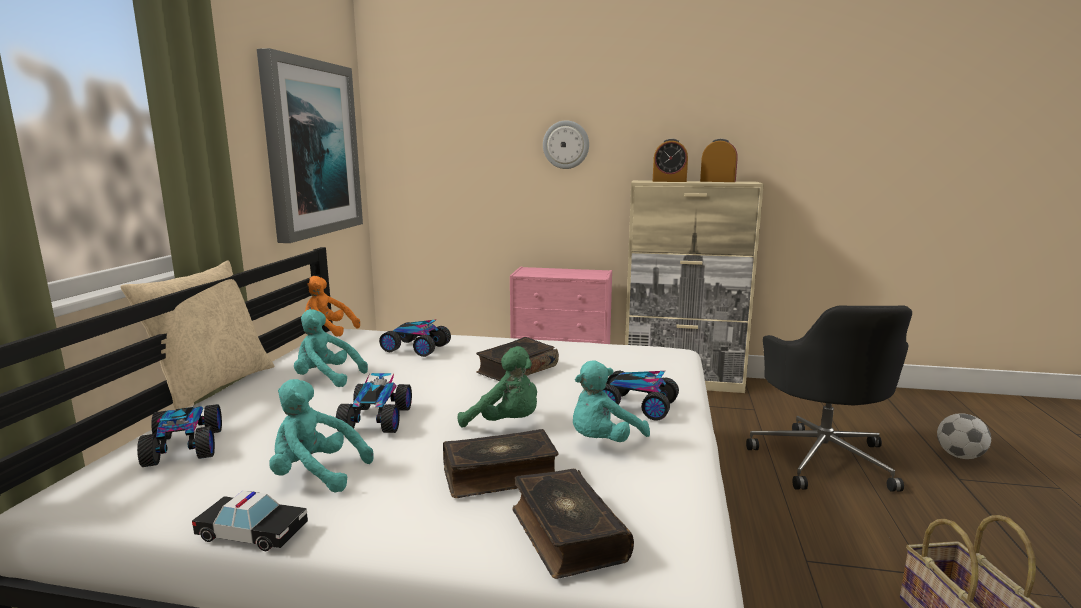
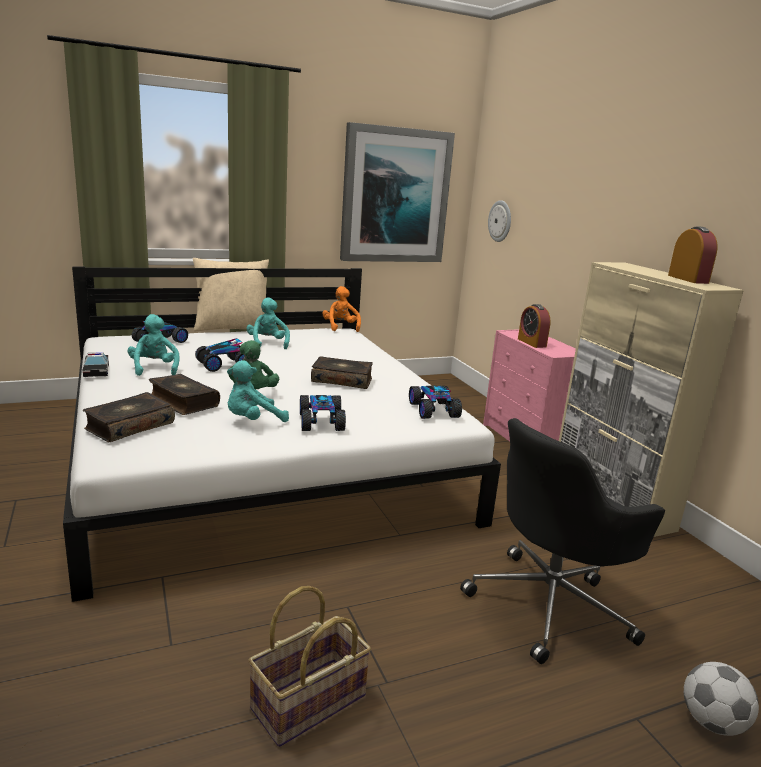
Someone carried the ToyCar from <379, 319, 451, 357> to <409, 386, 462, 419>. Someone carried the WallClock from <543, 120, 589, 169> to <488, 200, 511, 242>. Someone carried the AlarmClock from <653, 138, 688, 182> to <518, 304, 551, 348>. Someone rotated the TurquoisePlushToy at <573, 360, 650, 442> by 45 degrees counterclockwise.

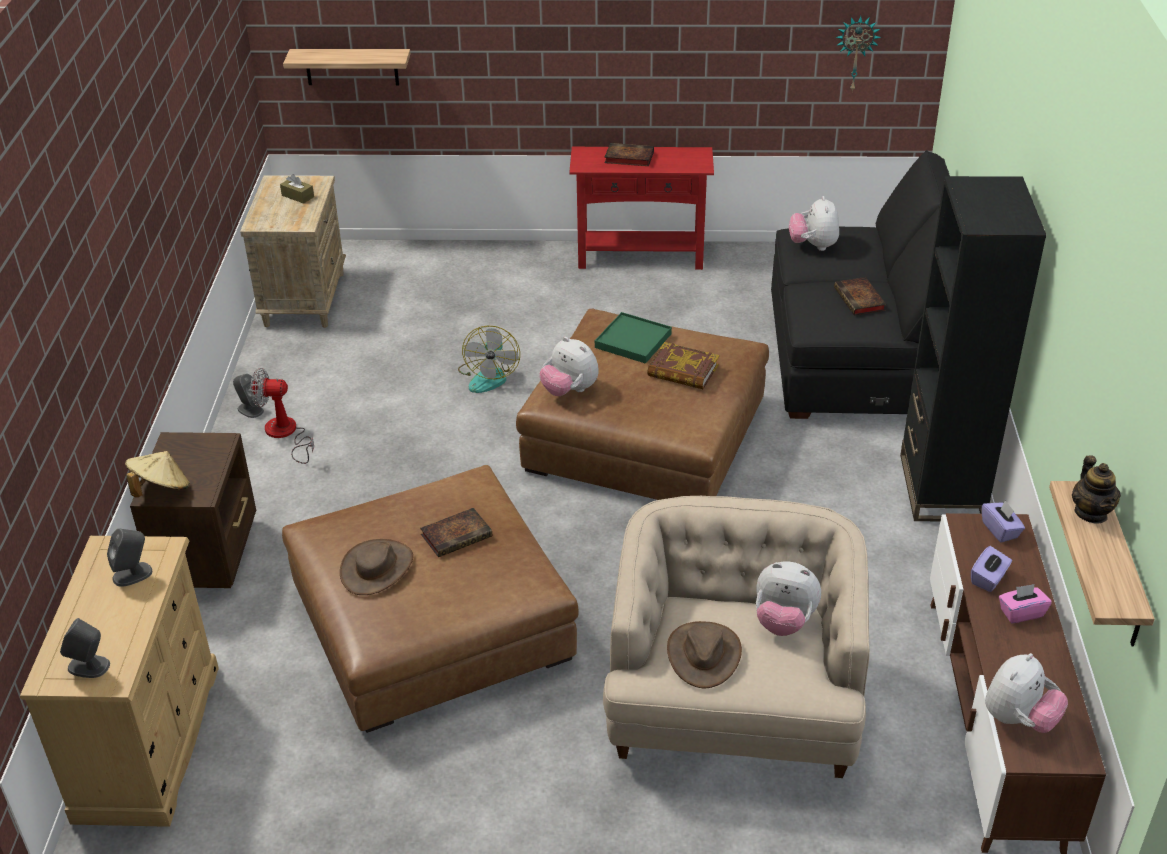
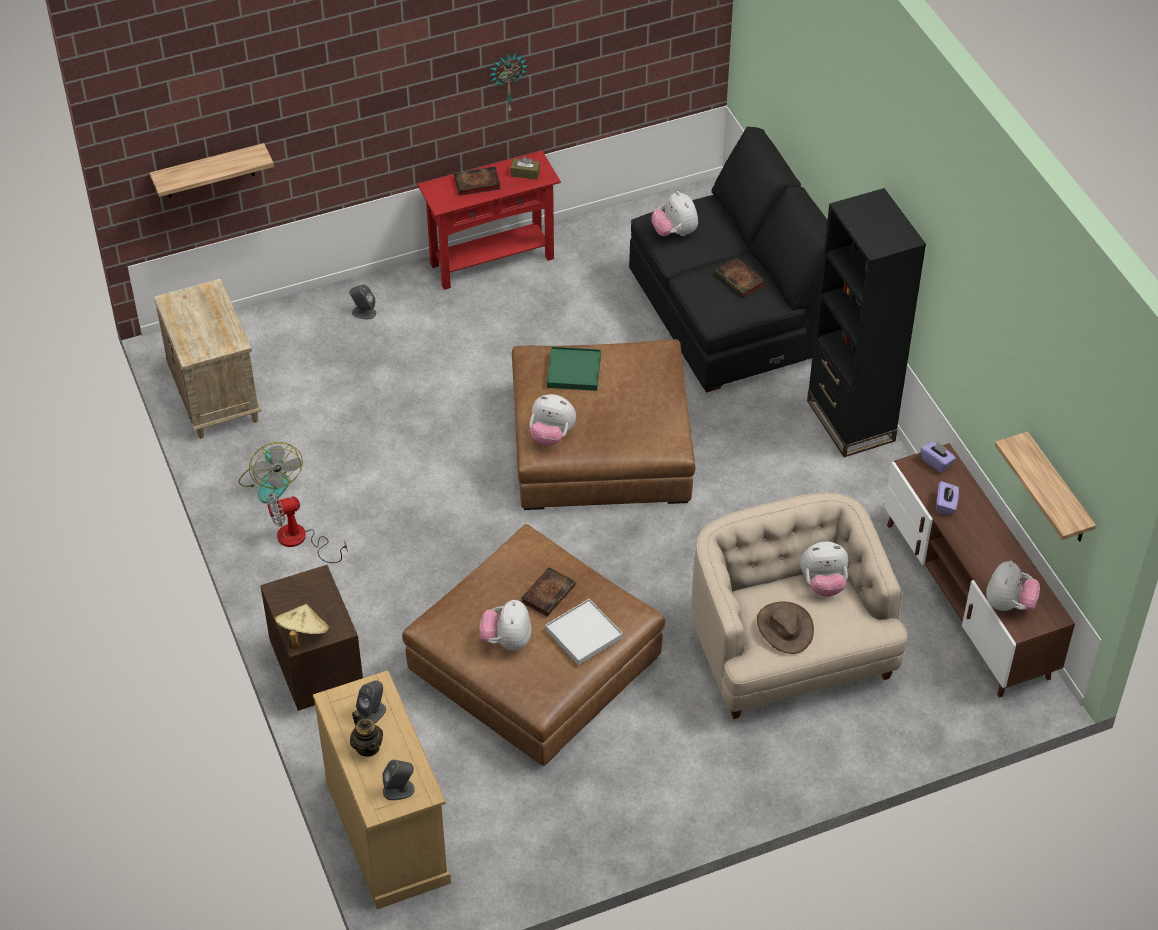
Someone took away the Book at <647, 342, 719, 389>. Someone took away the PinkTissueBox at <999, 584, 1052, 623>. Someone put down the WhiteTray at <545, 599, 623, 665>. Someone carried the GreySpeaker from <233, 374, 264, 418> to <350, 284, 376, 319>. Someone carried the BrownTissueBox from <280, 174, 314, 204> to <511, 156, 540, 180>. Someone carried the Fan from <458, 325, 520, 393> to <239, 442, 303, 503>. Someone carried the WallClock from <835, 16, 881, 92> to <489, 53, 528, 112>. Someone carried the Teapot from <1072, 455, 1121, 524> to <350, 711, 383, 757>. Someone swapped the BrownHat at <340, 539, 413, 595> for the PlushToy at <480, 600, 532, 650>.

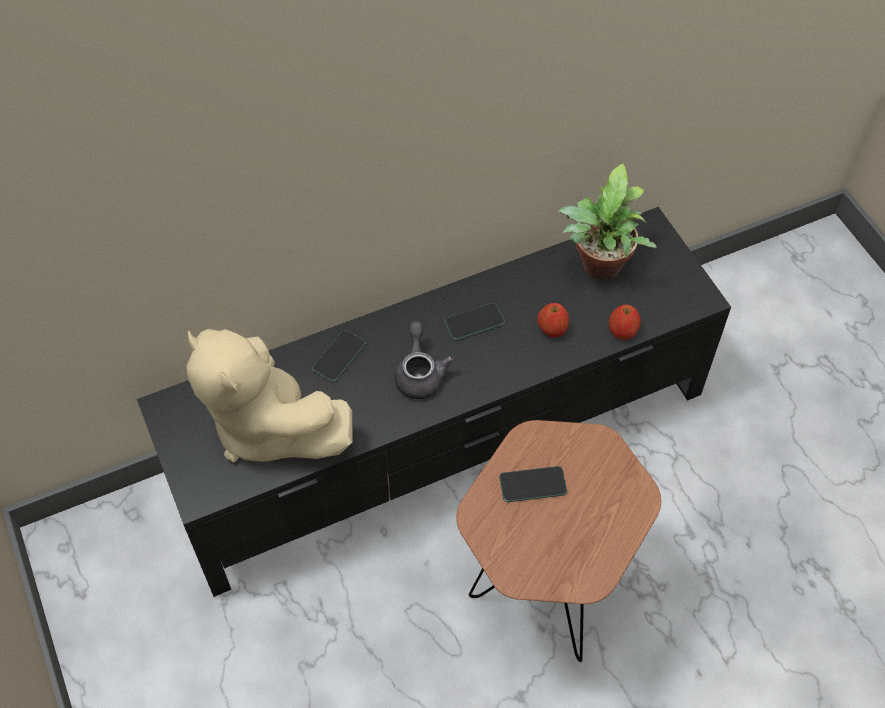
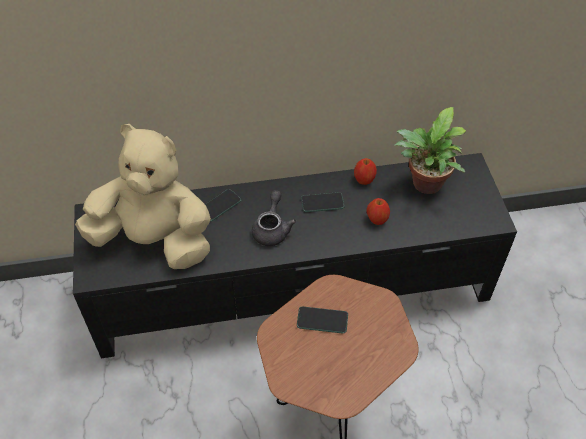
Someone carried the Apple from <609, 305, 641, 340> to <354, 158, 377, 185>. Someone rotated the BeigePlushToy at <186, 329, 352, 463> by 135 degrees clockwise.

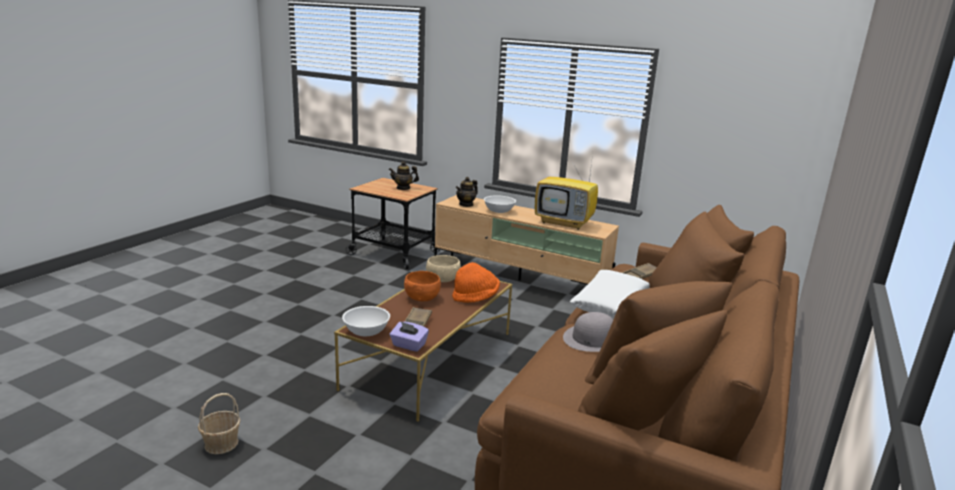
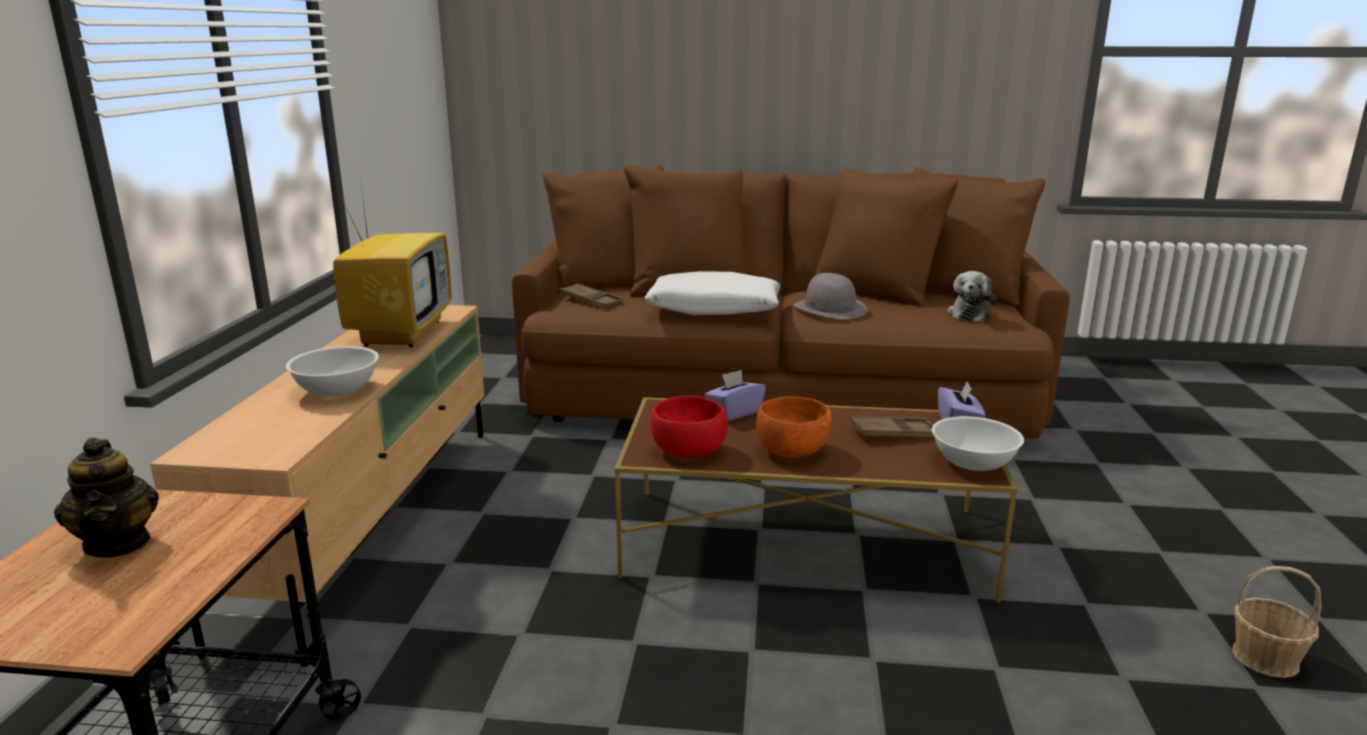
Someone took away the Teapot at <456, 177, 478, 207>. Someone put down the PlushToy at <947, 271, 998, 322>. Someone swapped the OrangeHat at <452, 262, 500, 303> for the PurpleTissueBox at <704, 370, 766, 421>. Someone repainted the BeigeBowl at <426, 255, 461, 282>, which became the RedBowl at <651, 396, 728, 457>.

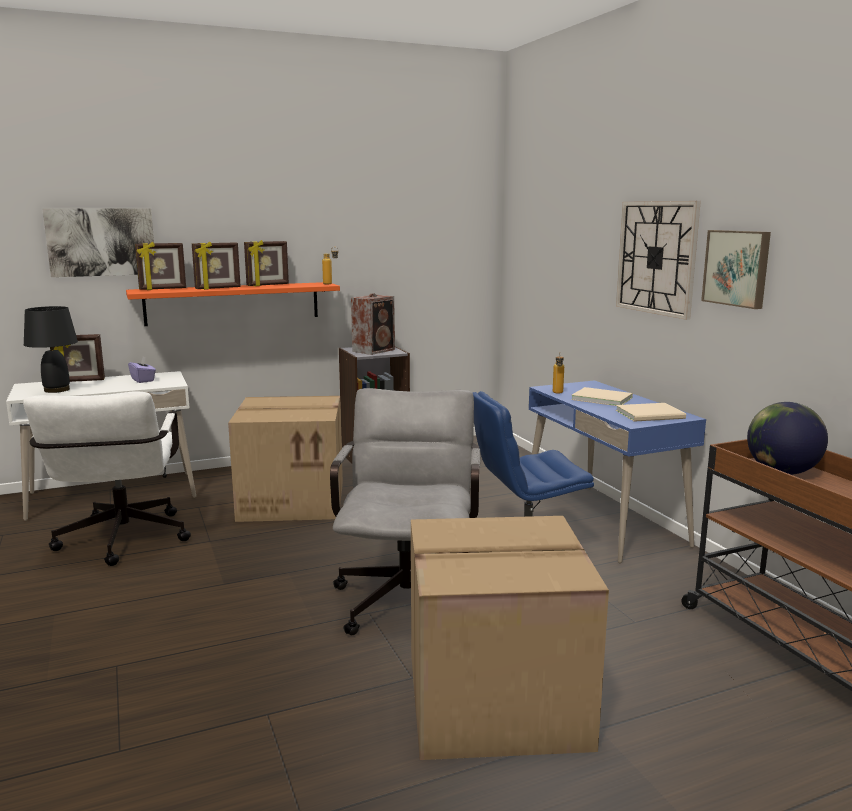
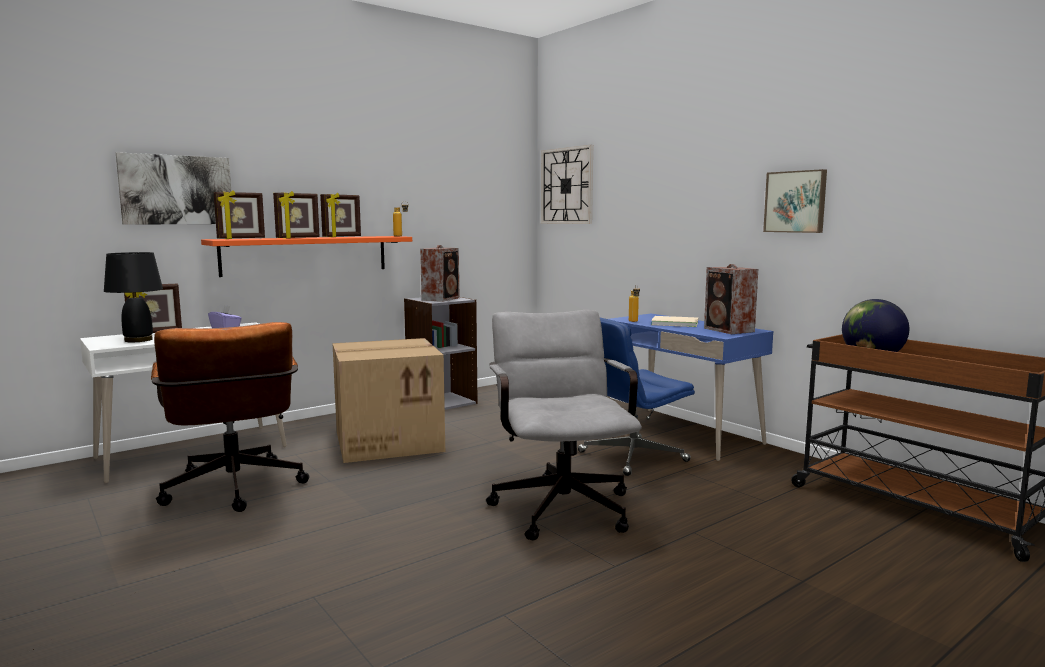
Someone took away the CardboardBox at <411, 516, 609, 760>. Someone carried the WallClock from <616, 201, 701, 320> to <541, 145, 593, 224>. Someone swapped the BeigeBook at <616, 403, 686, 422> for the Speaker at <704, 264, 758, 334>. Someone repainted the WhiteOfficeChair at <23, 391, 191, 566>, which became the BrownOfficeChair at <151, 322, 309, 512>.

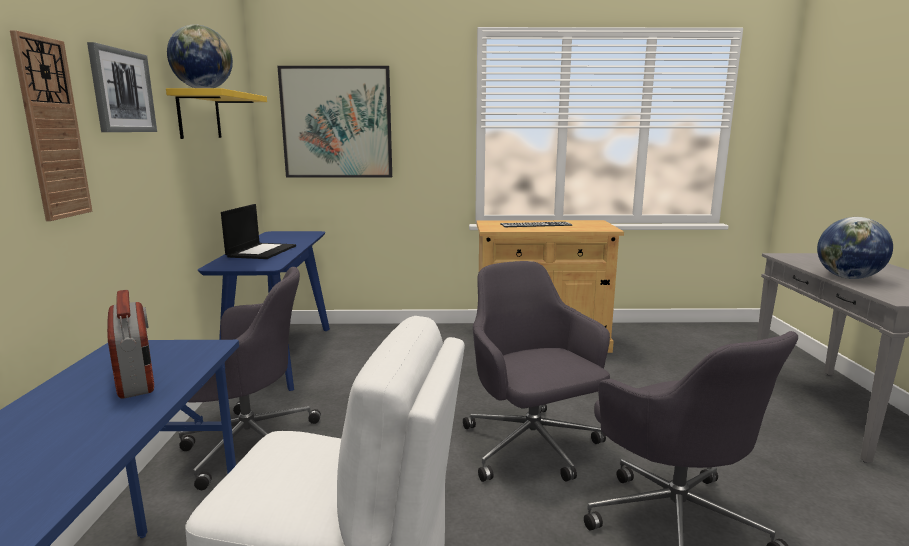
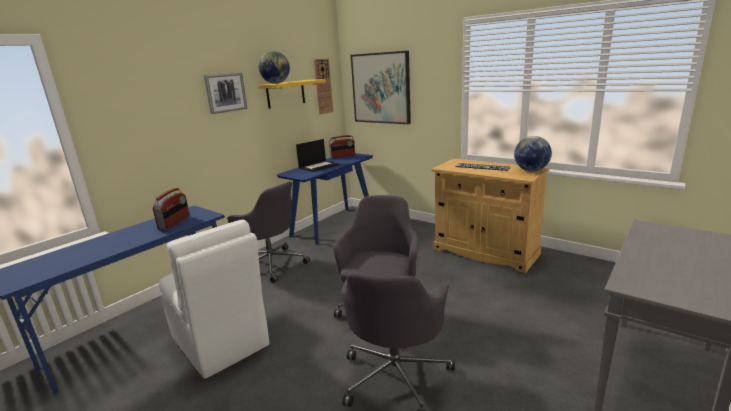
Someone put down the Radio at <329, 135, 355, 158>. Someone carried the WallClock from <10, 30, 93, 221> to <314, 59, 333, 114>. Someone carried the Globe from <817, 217, 893, 279> to <514, 136, 552, 171>.

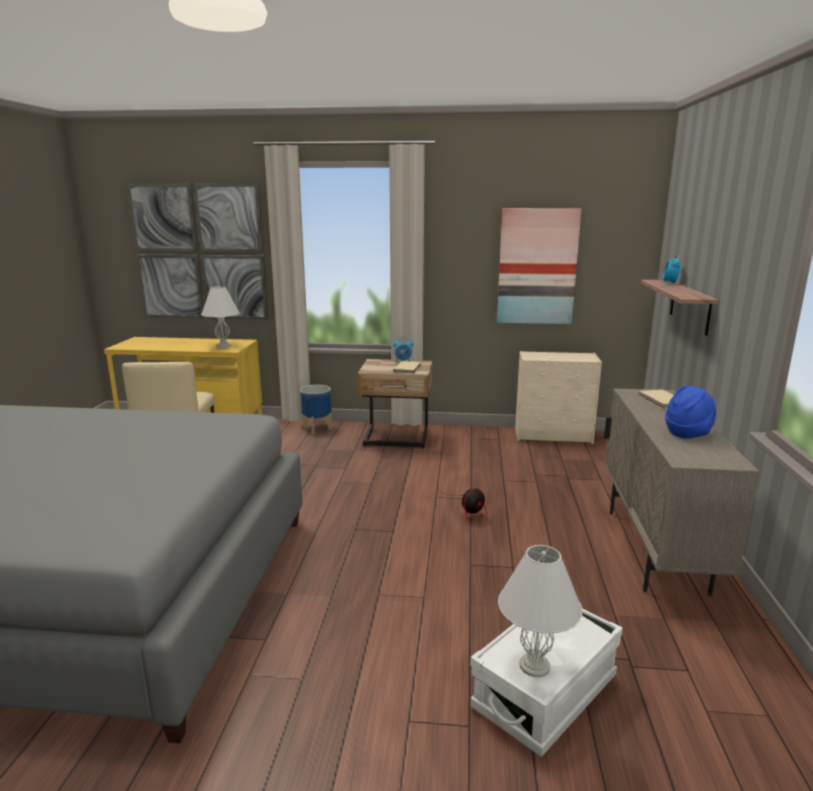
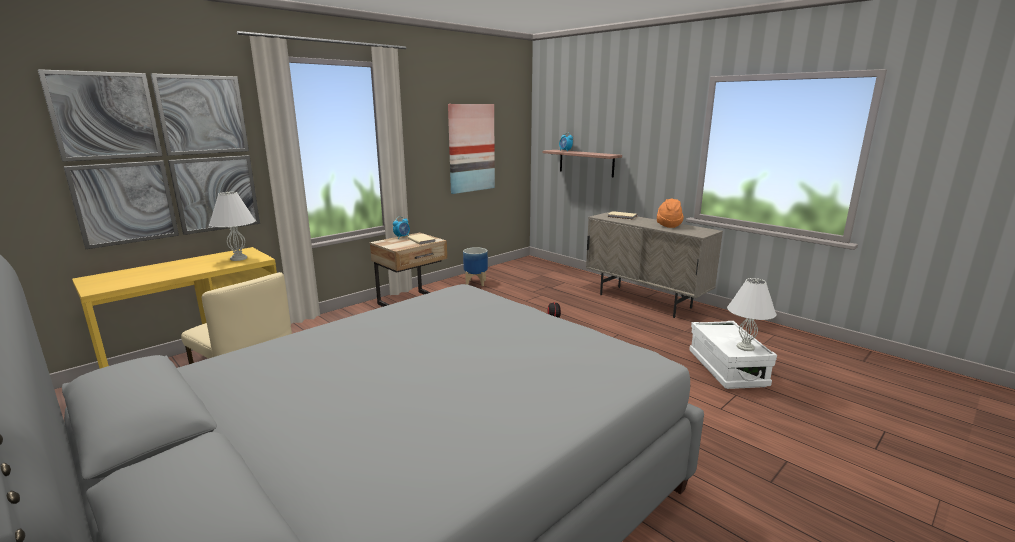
Someone took away the BeigeDresser at <515, 351, 602, 444>. Someone carried the Planter from <300, 385, 332, 434> to <463, 247, 488, 286>. Someone repainted the BlueHat at <665, 386, 716, 439>, which became the OrangeHat at <657, 198, 684, 228>.

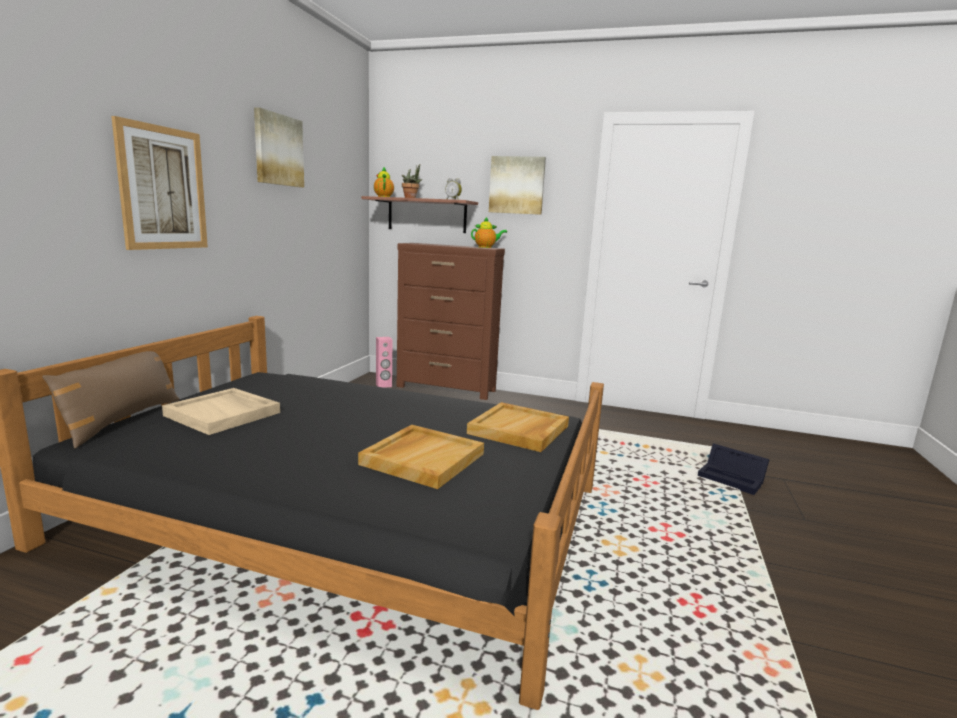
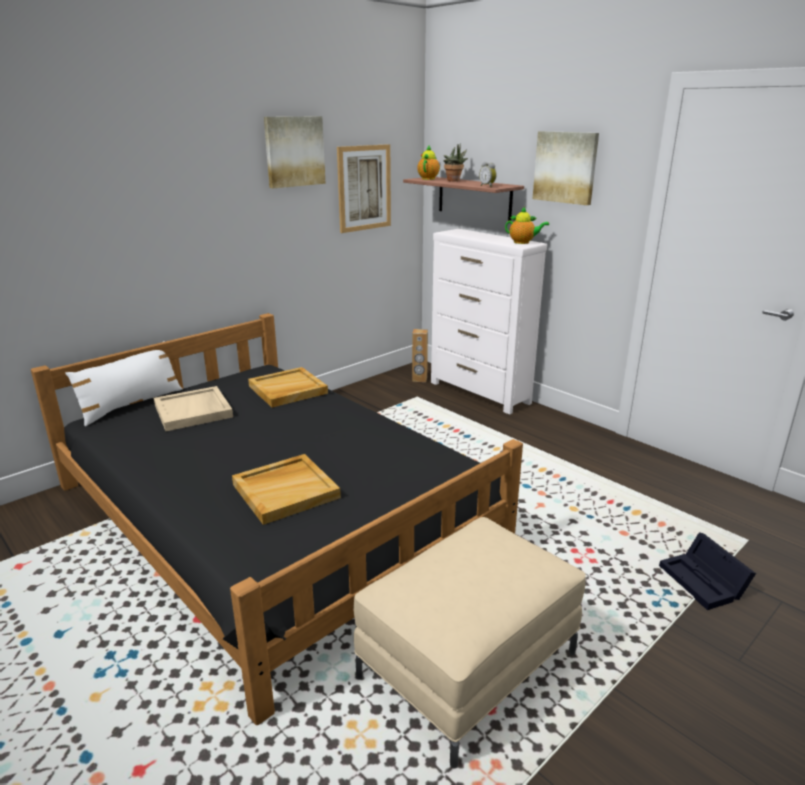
Someone put down the BeigeOttoman at <353, 517, 586, 769>. Someone carried the Picture from <111, 116, 208, 250> to <337, 144, 391, 233>. Someone carried the BeigeTray from <467, 402, 569, 452> to <248, 367, 328, 407>. Someone repainted the BrownPillow at <42, 342, 180, 449>, which became the WhitePillow at <65, 341, 182, 427>. Someone repainted the PinkSpeaker at <376, 337, 392, 388>, which became the BrownSpeaker at <412, 329, 428, 382>. Someone repainted the BrownDresser at <397, 243, 505, 400>, which became the WhiteDresser at <431, 229, 547, 414>.

